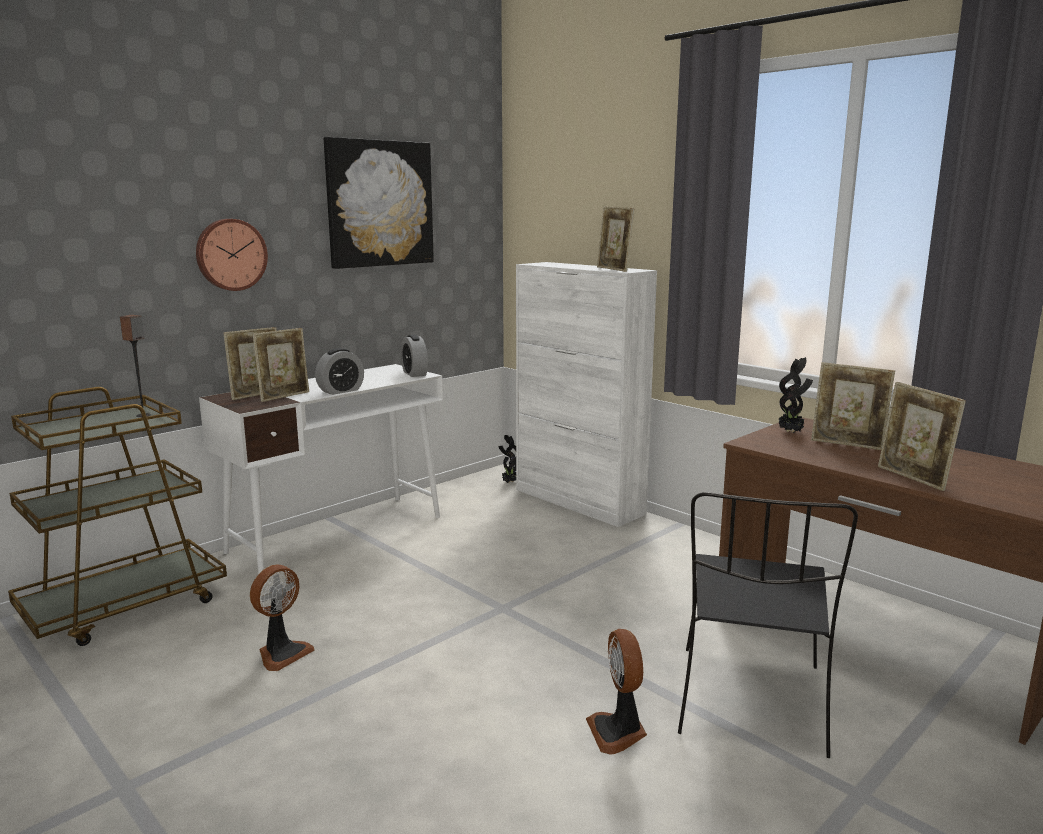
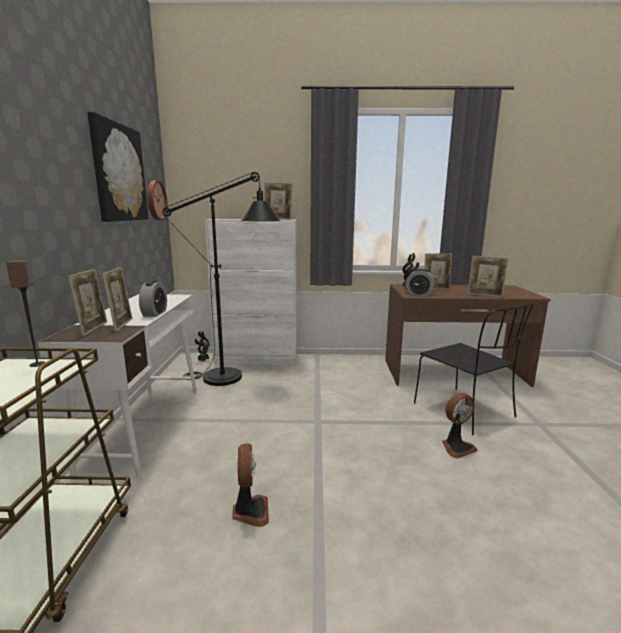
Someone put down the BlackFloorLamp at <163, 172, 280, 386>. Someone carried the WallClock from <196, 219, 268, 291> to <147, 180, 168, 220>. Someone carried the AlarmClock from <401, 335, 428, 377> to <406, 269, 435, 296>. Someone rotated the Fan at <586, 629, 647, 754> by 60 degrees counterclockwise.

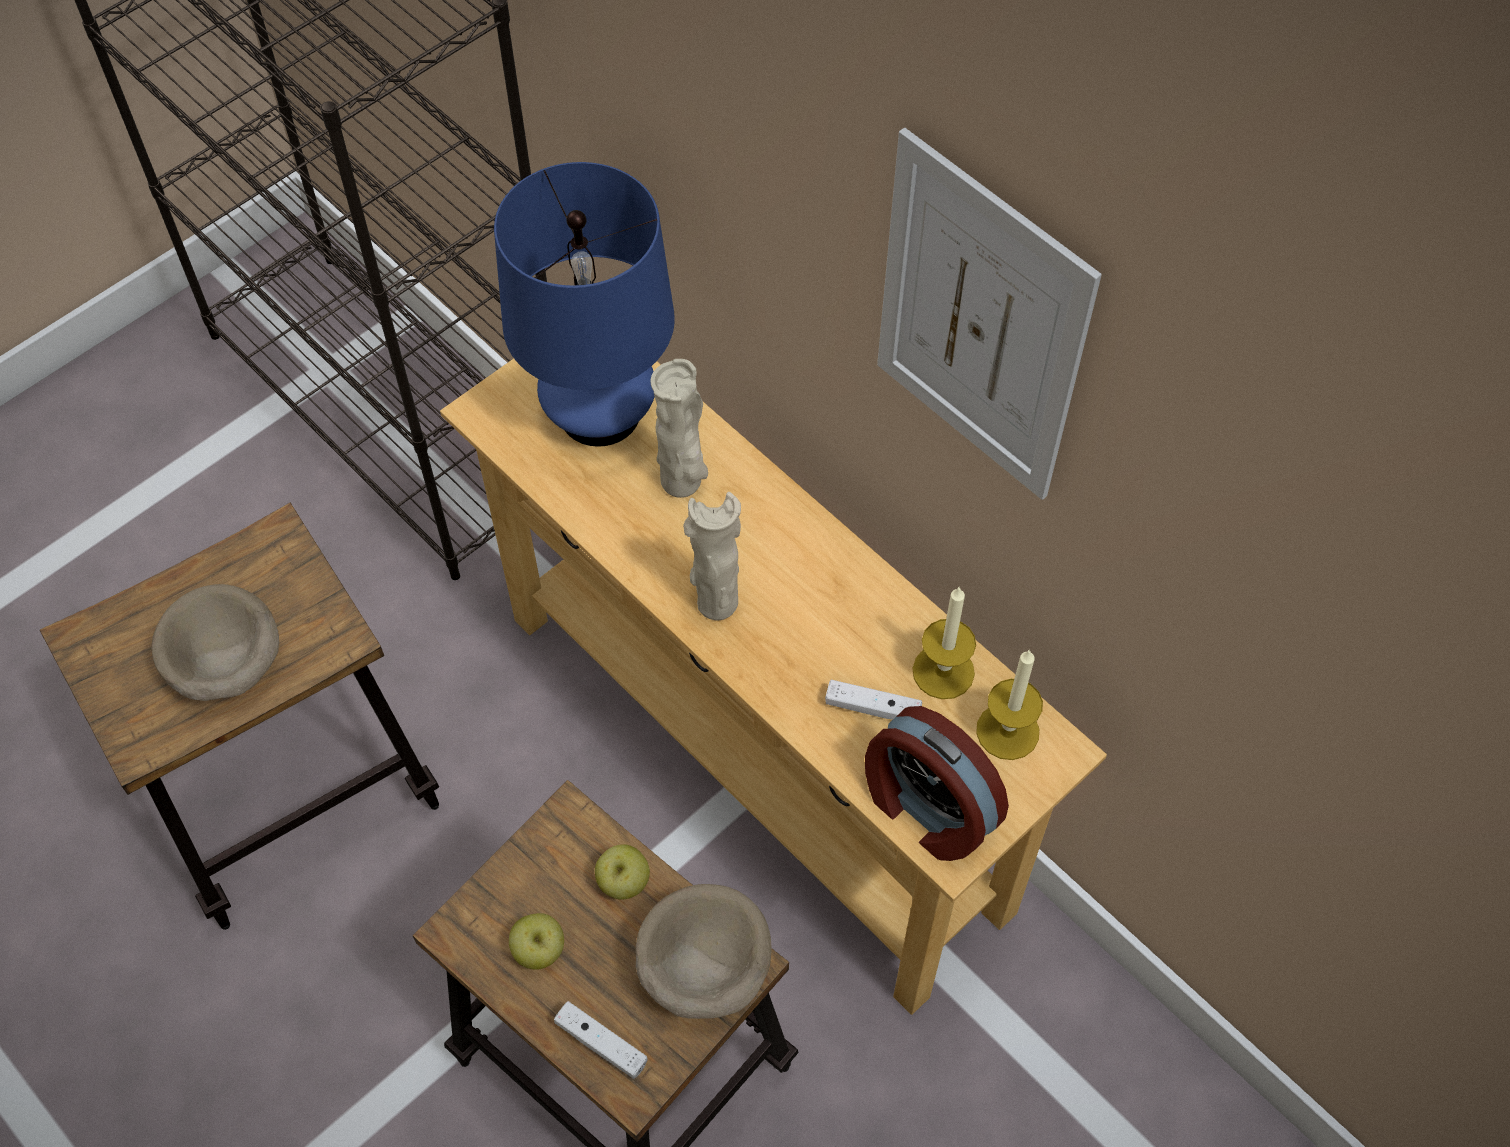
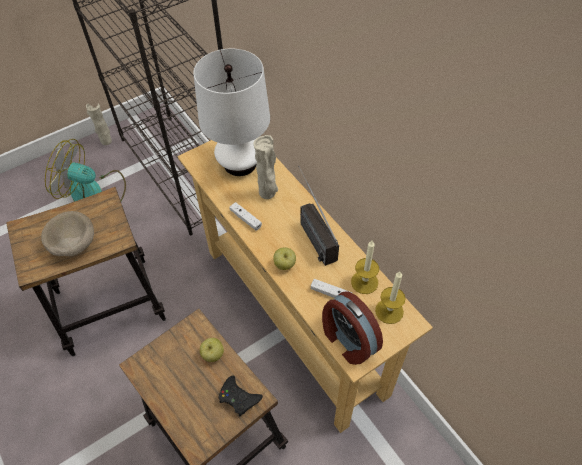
Someone took away the Picture at <877, 128, 1102, 500>. Someone put down the Fan at <45, 139, 126, 202>. Someone put down the Radio at <298, 166, 339, 266>. Someone carried the Apple from <509, 913, 564, 970> to <273, 247, 296, 270>. Someone carried the WhiteGameController from <554, 1001, 647, 1079> to <229, 202, 262, 231>. Someone carried the BeigeVase from <683, 492, 741, 620> to <86, 103, 112, 145>. Someone swapped the BeigeBowl at <636, 884, 771, 1019> for the BlackGameController at <218, 376, 263, 416>. Someone repainted the BlueTableLamp at <494, 162, 675, 447>, which became the WhiteTableLamp at <193, 49, 270, 176>.

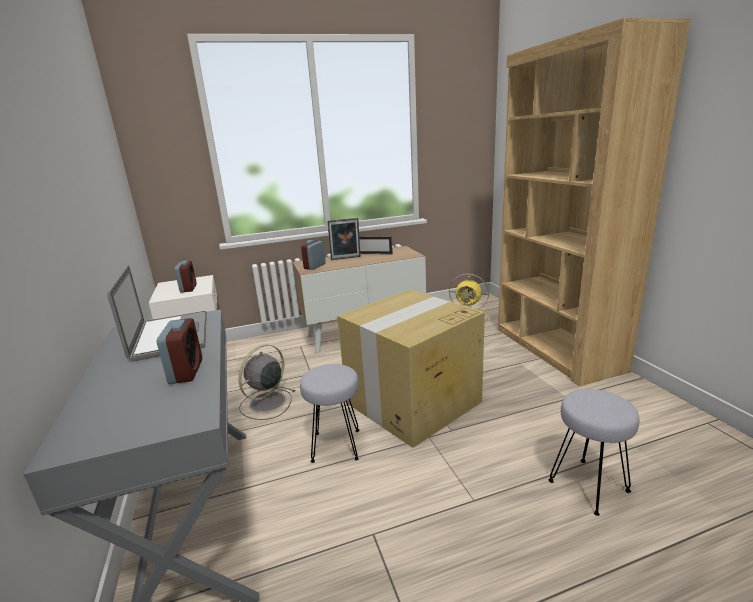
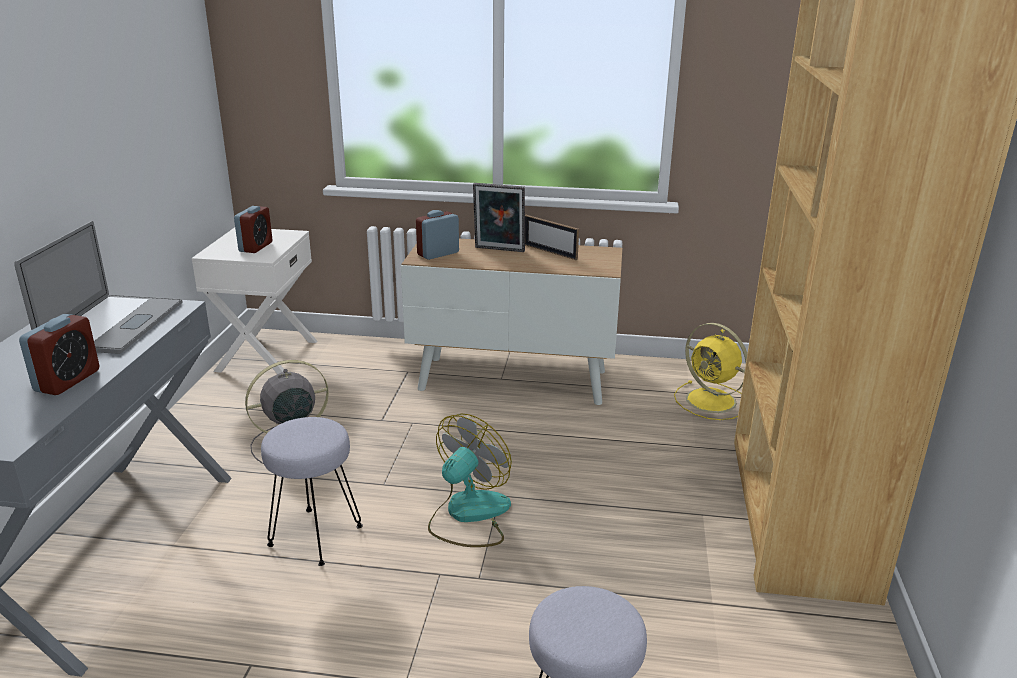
Someone swapped the CardboardBox at <337, 289, 485, 448> for the Fan at <428, 414, 512, 547>.

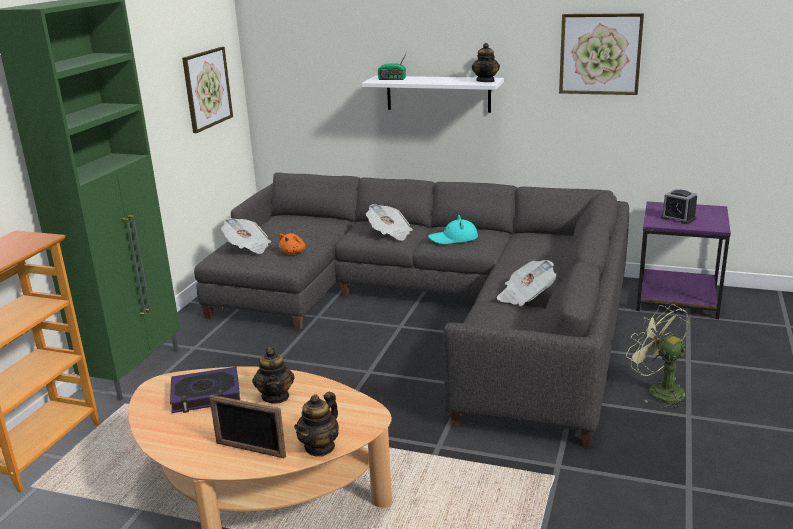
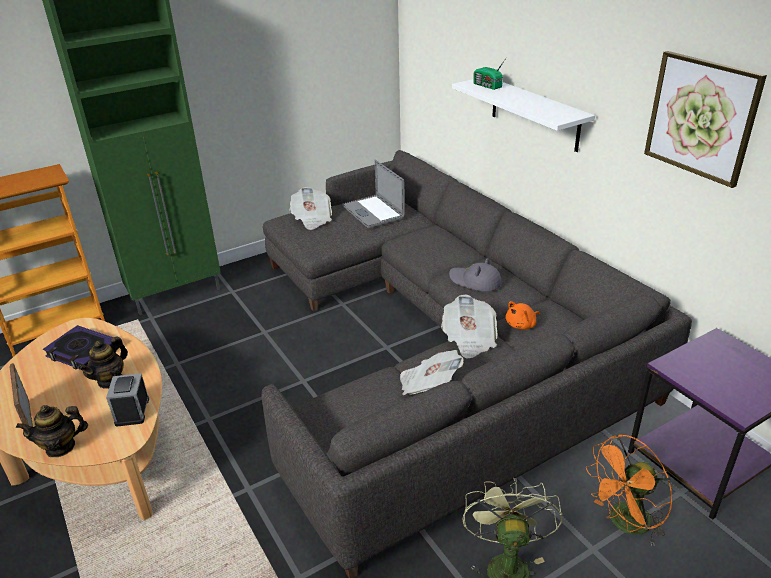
Someone took away the Picture at <182, 47, 233, 133>. Someone took away the Teapot at <472, 43, 500, 82>. Someone put down the Laptop at <342, 160, 405, 228>. Someone put down the OrangeFan at <586, 434, 673, 545>. Someone carried the OrangePlushToy from <279, 233, 305, 254> to <506, 301, 540, 330>. Someone carried the Newspaper from <366, 204, 413, 241> to <441, 295, 497, 359>. Someone carried the AlarmClock from <661, 189, 697, 224> to <106, 373, 149, 426>. Someone repainted the TurquoiseHat at <428, 215, 478, 244>, which became the GreyHat at <449, 258, 502, 292>.

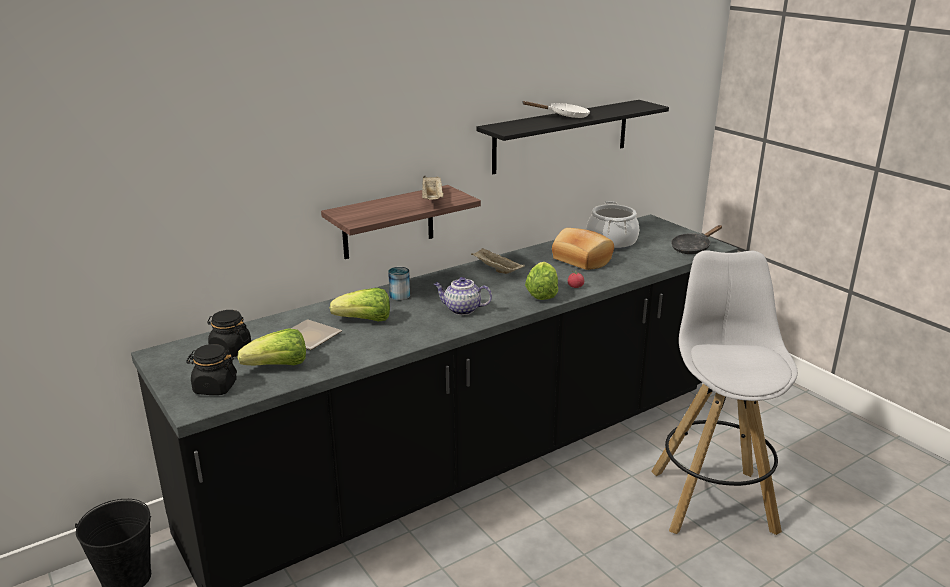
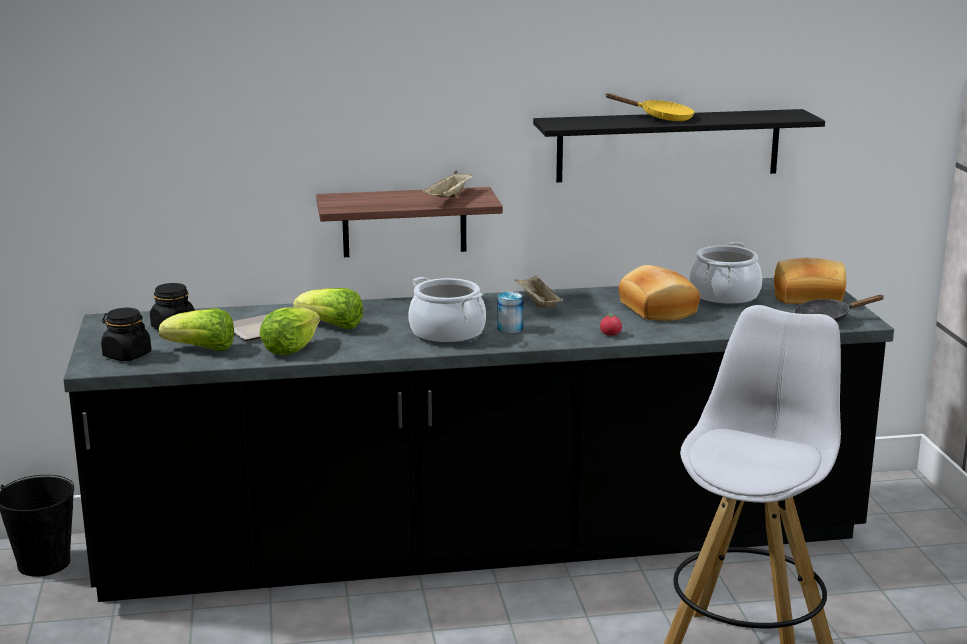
Someone put down the Bread at <774, 258, 846, 304>. Someone carried the Can from <388, 267, 410, 300> to <497, 292, 524, 333>. Someone carried the Lettuce from <525, 262, 558, 300> to <260, 307, 320, 355>. Someone swapped the Teapot at <434, 277, 492, 315> for the CookingPot at <408, 277, 486, 345>. Someone repainted the WhiteFryingPan at <523, 101, 590, 118>, which became the YellowFryingPan at <605, 93, 695, 121>.

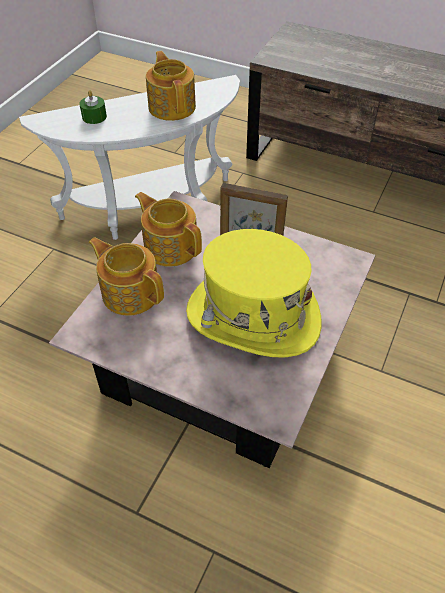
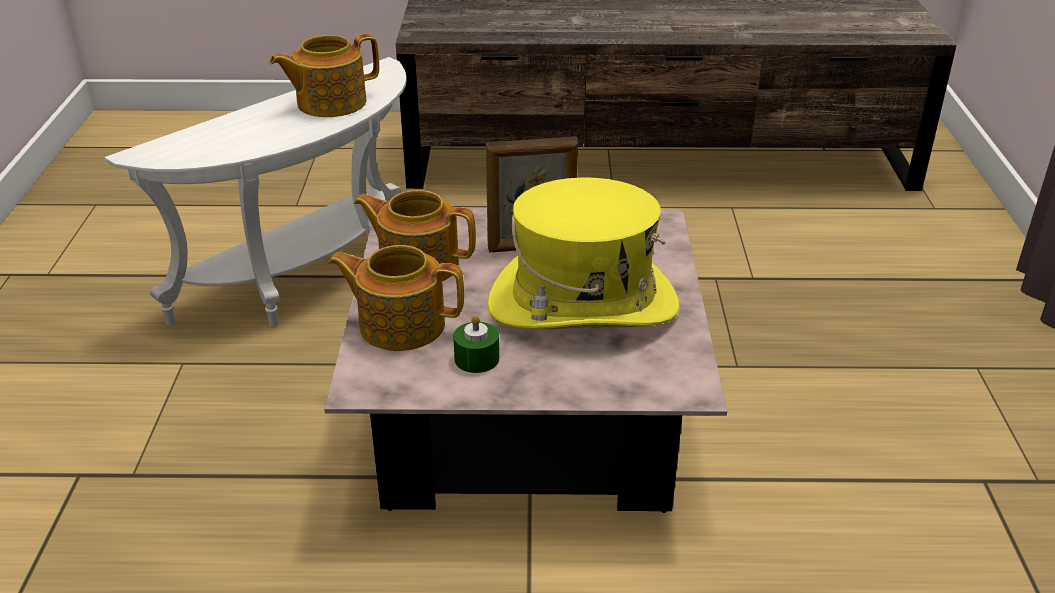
Someone carried the GreenCandle from <79, 90, 107, 124> to <453, 314, 499, 373>. Someone rotated the Teapot at <146, 51, 196, 121> by 75 degrees counterclockwise.

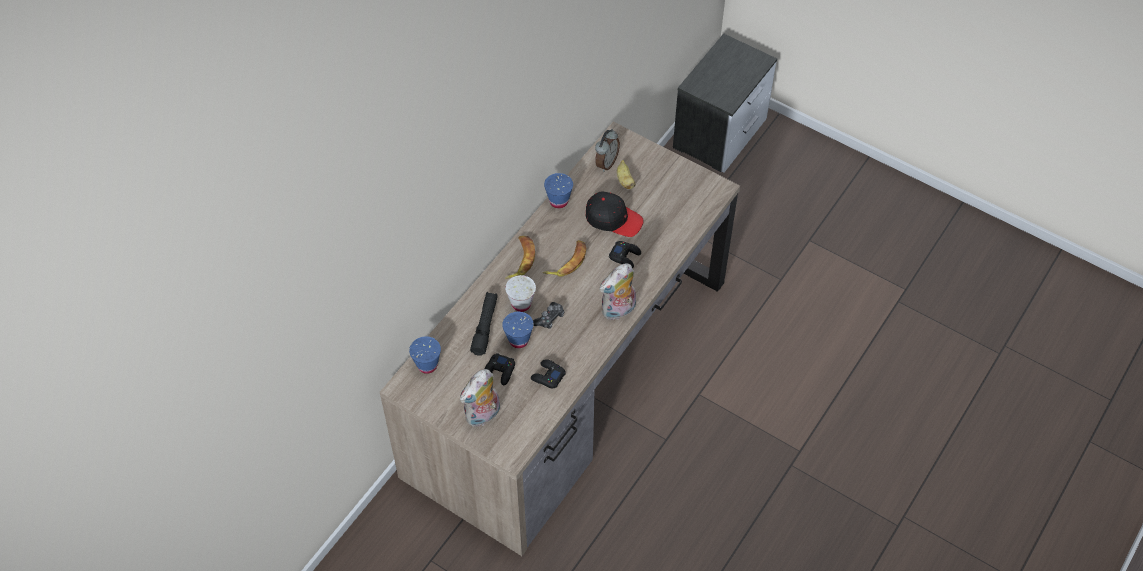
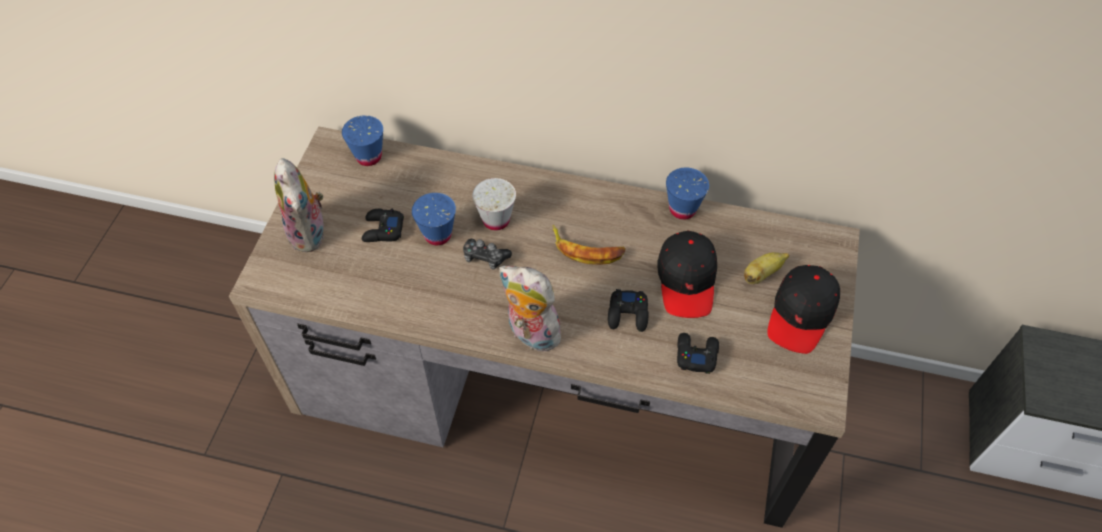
Someone took away the BlackFlashlight at <470, 292, 498, 356>. Someone took away the Banana at <505, 236, 535, 279>. Someone took away the AlarmClock at <595, 129, 620, 172>. Someone put down the BlackCap at <767, 265, 840, 354>. Someone carried the BlackGameController from <531, 359, 566, 389> to <677, 333, 719, 374>. Someone rotated the PlushToy at <460, 369, 500, 427> by 135 degrees counterclockwise.

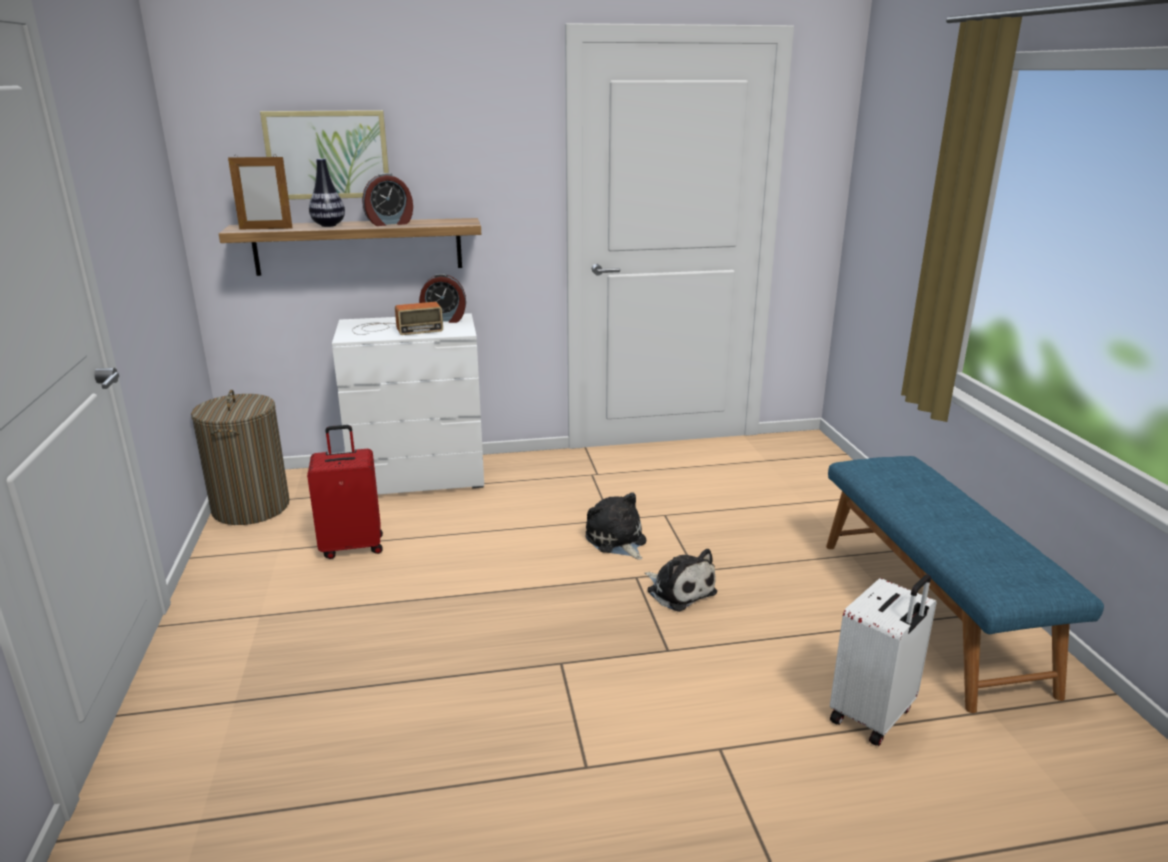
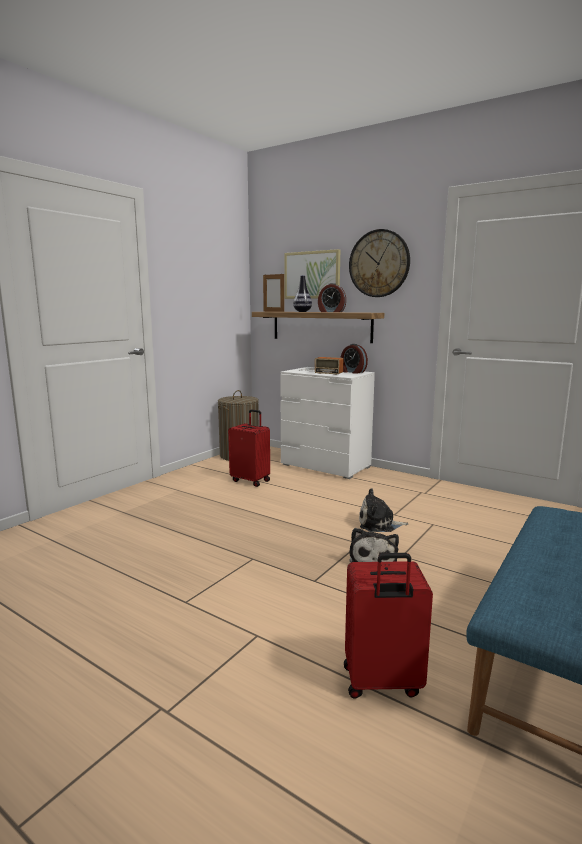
Someone put up the WallClock at <349, 229, 410, 297>. Someone repainted the WhiteSuitcase at <830, 574, 936, 746>, which became the RedSuitcase at <344, 553, 433, 699>. Someone rotated the PlushToy at <586, 492, 647, 560> by 105 degrees counterclockwise.

